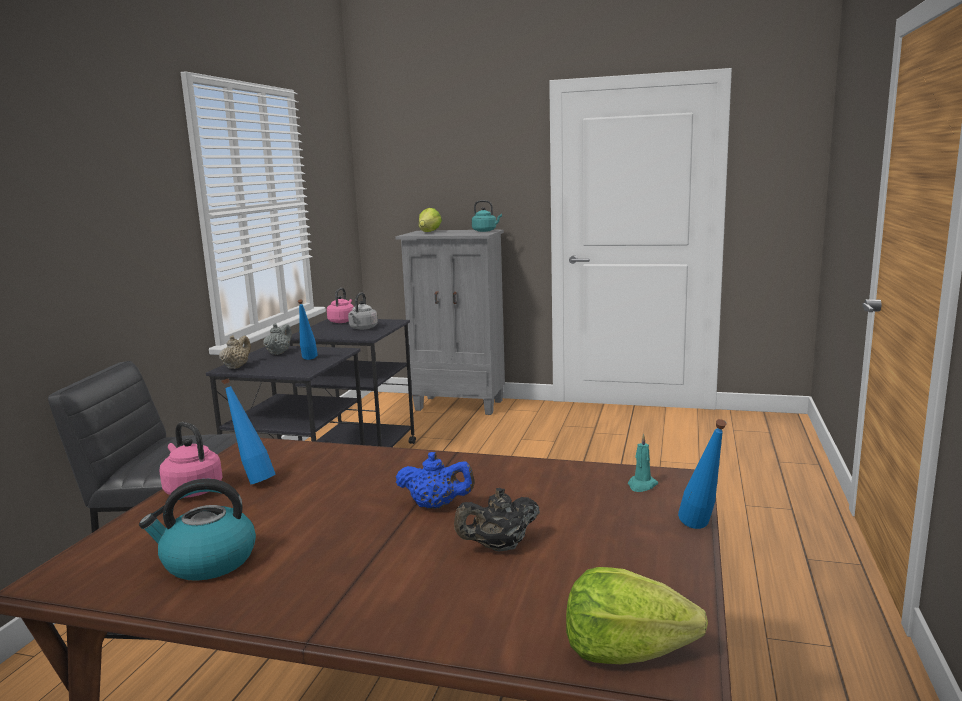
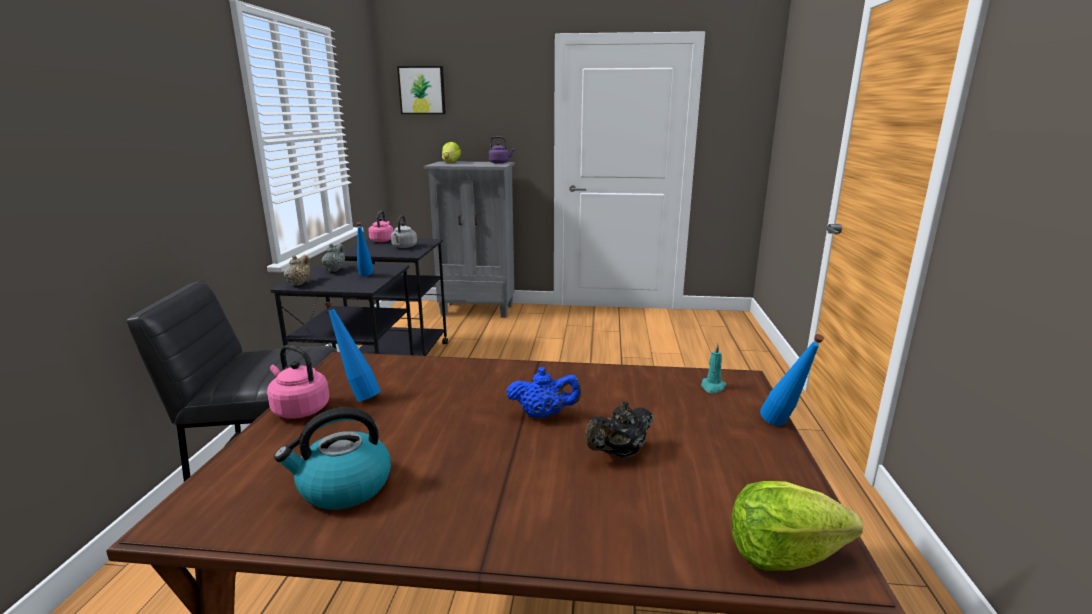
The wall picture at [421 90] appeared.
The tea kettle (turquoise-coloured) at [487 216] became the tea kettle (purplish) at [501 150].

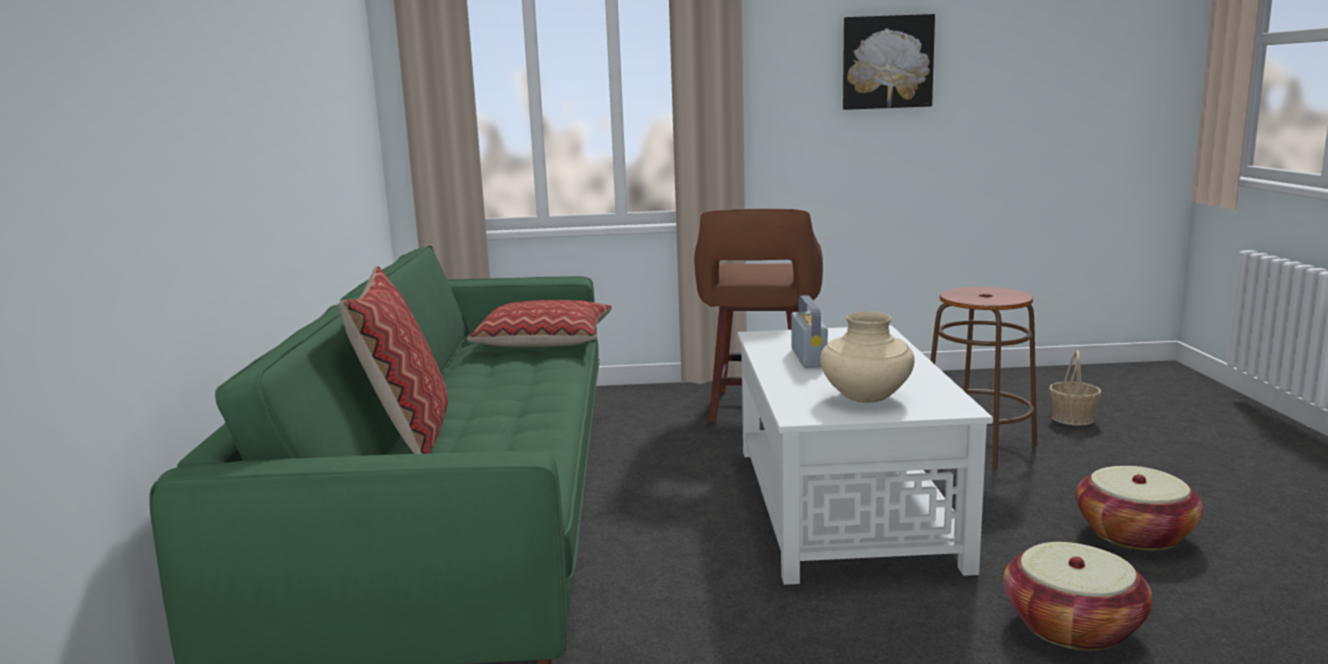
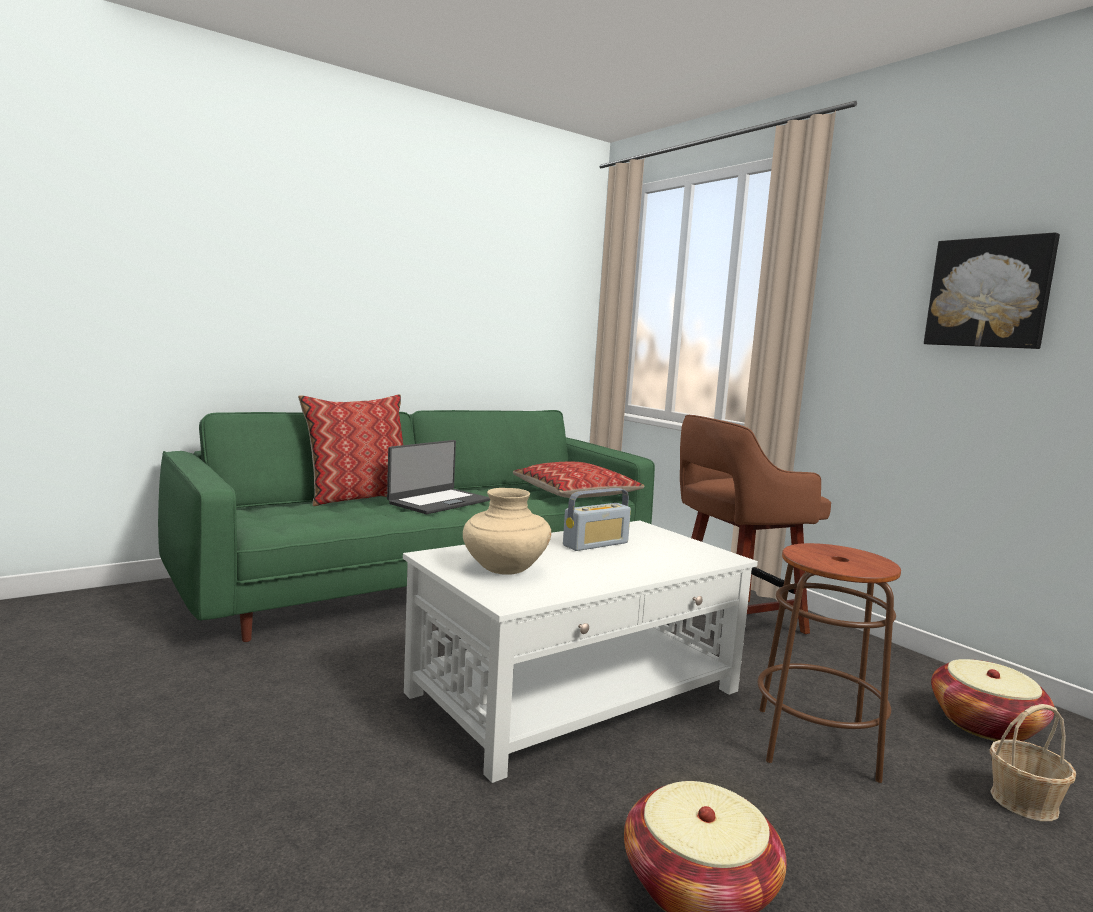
The notebook computer at [438 477] appeared.
The household basket moved from [1078 596] to [992 700].

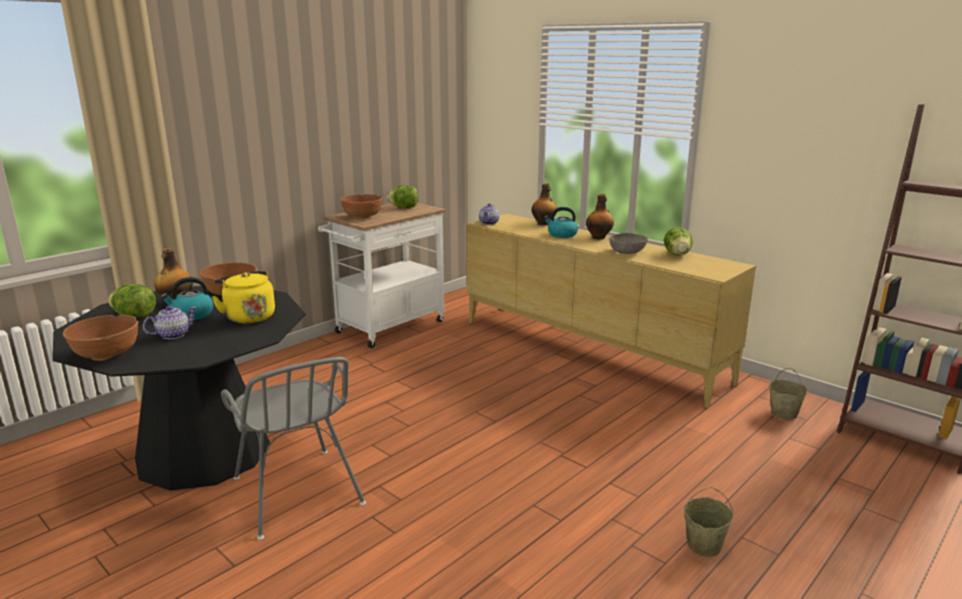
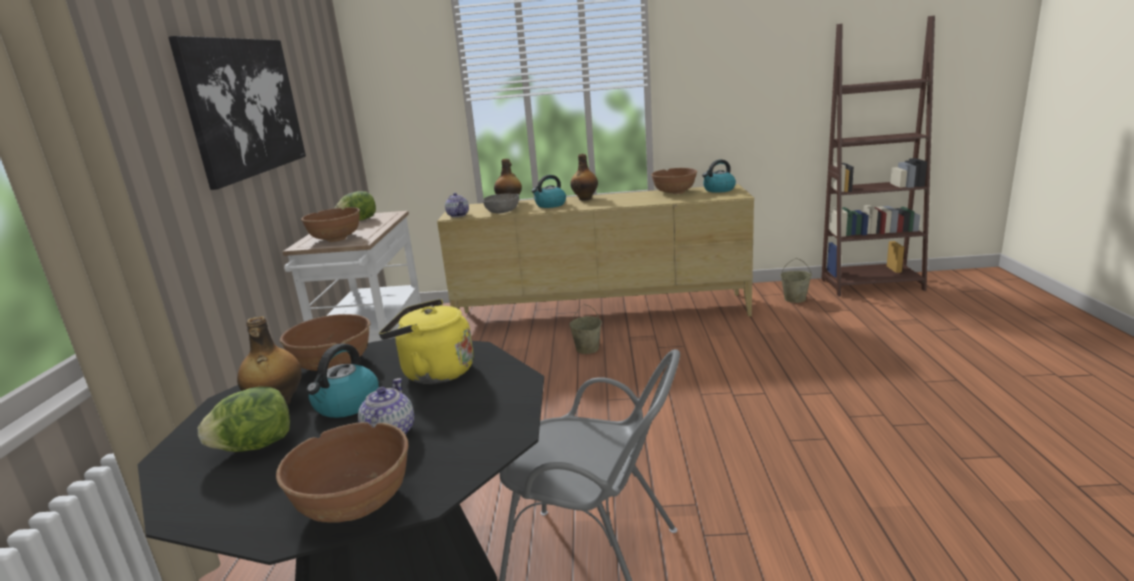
The wall picture at [237 113] appeared.
The serving bowl (grey) moved from [628 243] to [501 203].
The pail (sand-coloured) moved from [708 522] to [585 329].
The head of lettuce at [678 241] was replaced by the serving bowl (brownish) at [674 181].
The tea kettle at [719 176] appeared.

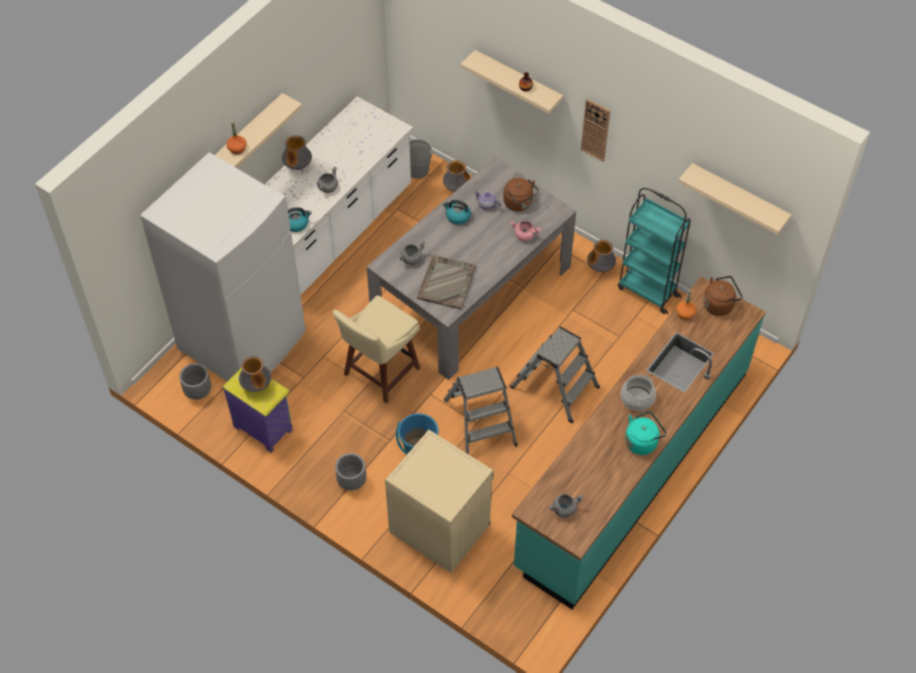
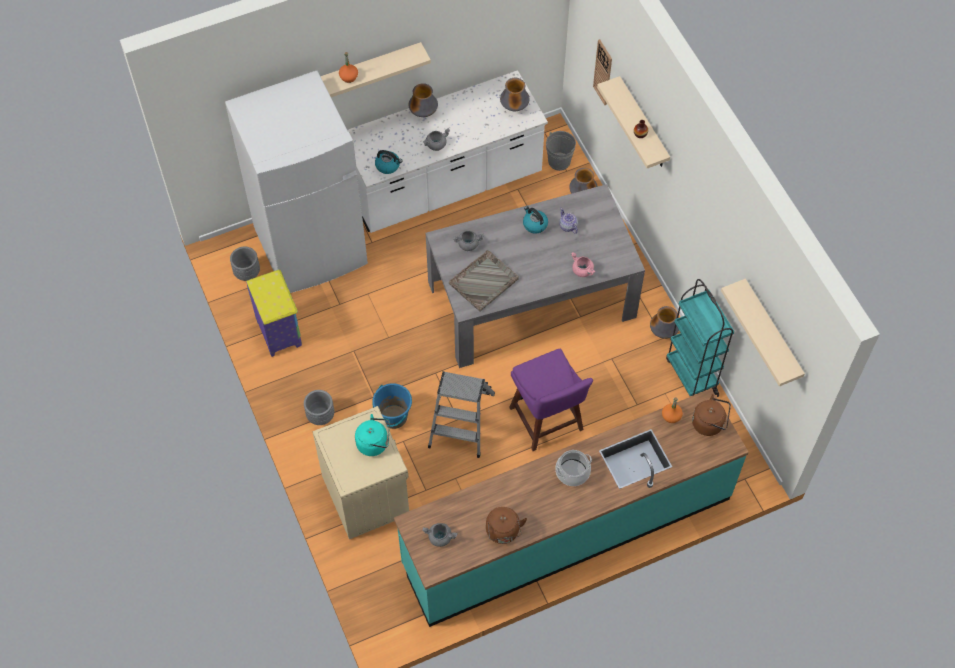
The tea kettle (turquoise-coloured) moved from [646 433] to [372 435].
The tea kettle (brownish) moved from [521 194] to [506 525].
The decorative vase moved from [255 374] to [515 94].
The step stool (grey) at [555 374] was replaced by the sitting stool (purplish) at [551 400].
The clock on the wall moved from [595 130] to [602 72].
The sitting stool (sand-coloured) at [376 349] disappeared.

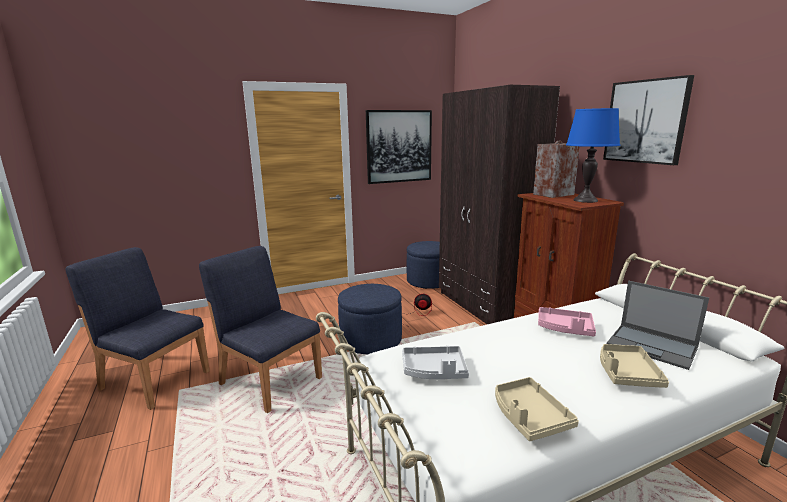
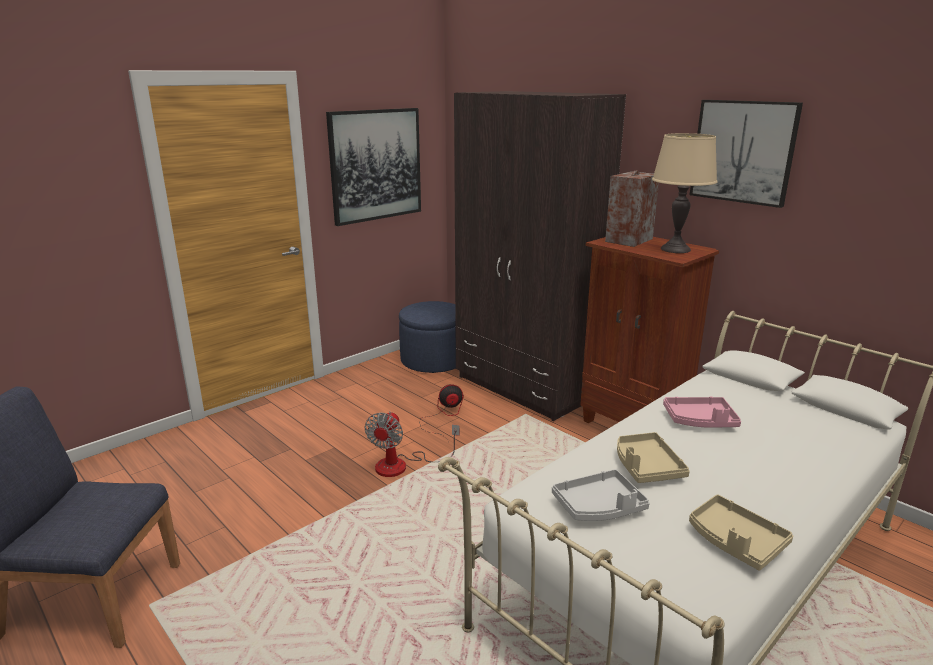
The footrest (blue-coloured) at [370 319] was replaced by the fan at [412 444].
The tray (sand-coloured) moved from [634 366] to [653 457].
The lamp for a table (blue-coloured) at [593 155] became the lamp for a table (sand-coloured) at [685 193].
The chair (blue-coloured) at [260 329] disappeared.
The notebook computer at [658 325] disappeared.

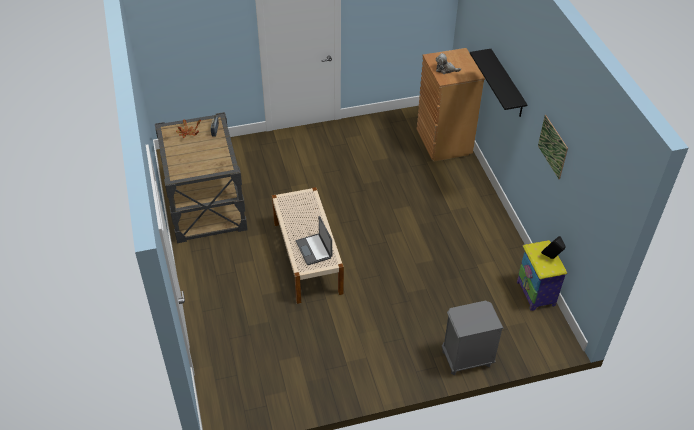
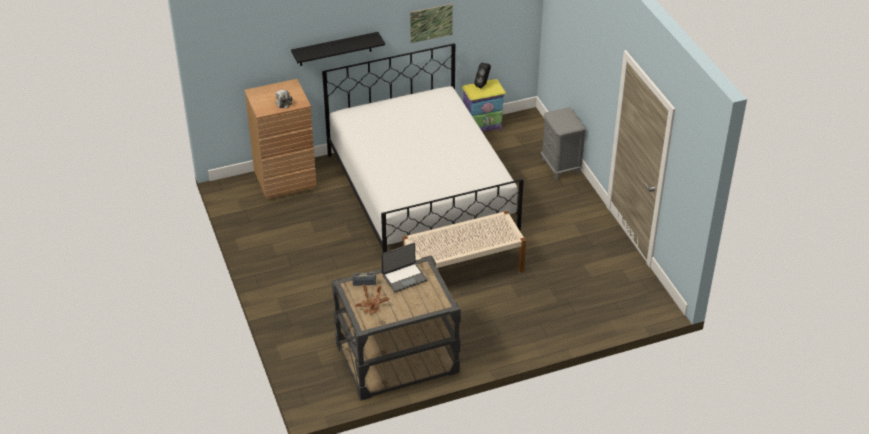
The bed (white-coloured) at [423 148] appeared.
The notebook computer moved from [314 240] to [404 268].

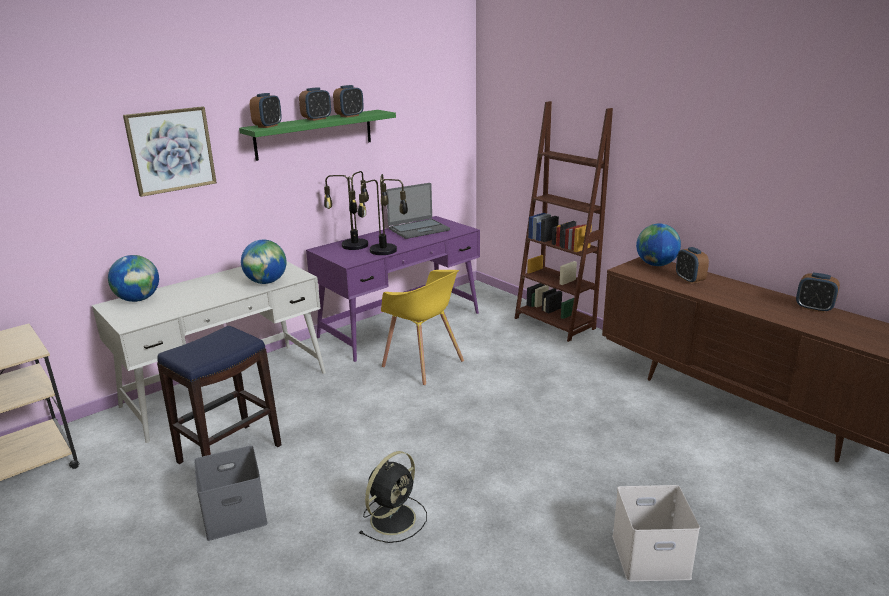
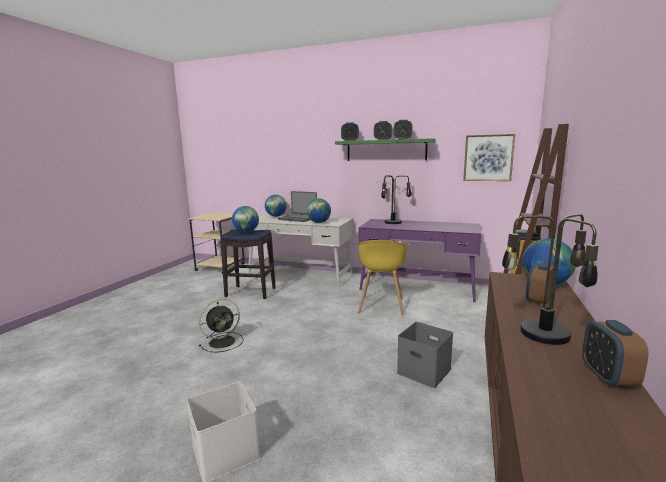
The fan (black) at [393 497] turned 45 degrees counterclockwise.
The globe at [245 219] appeared.
The notebook computer moved from [418 211] to [297 206].
The storage bin (grey) moved from [231 493] to [425 355].
The wall picture moved from [170 151] to [489 157].
The lamp for a table moved from [383 214] to [550 279].

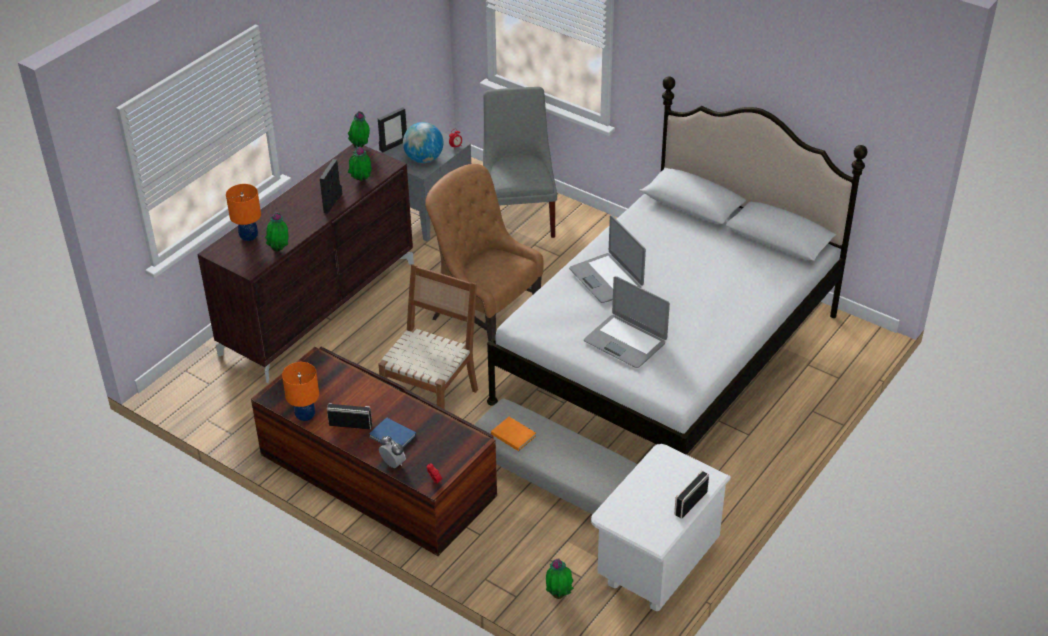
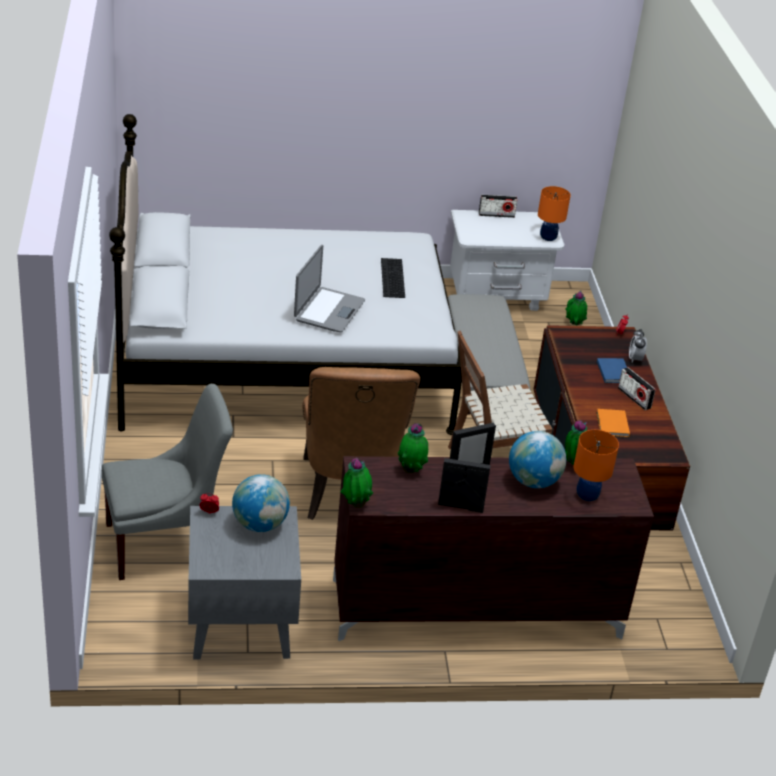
The chair (grey) at [520 162] turned 150 degrees counterclockwise.
The notebook computer at [627 322] was replaced by the PC keyboard at [393 278].
The photo frame moved from [392 129] to [464 485].
The globe at [537 459] appeared.
The lamp for a table (orangey) moved from [300 391] to [554 213].
The book (orangey) moved from [513 434] to [613 423].

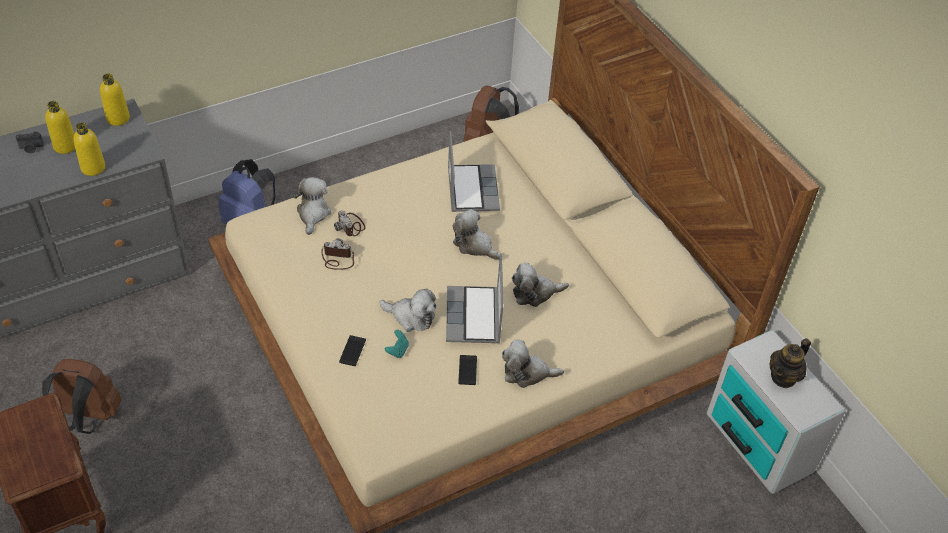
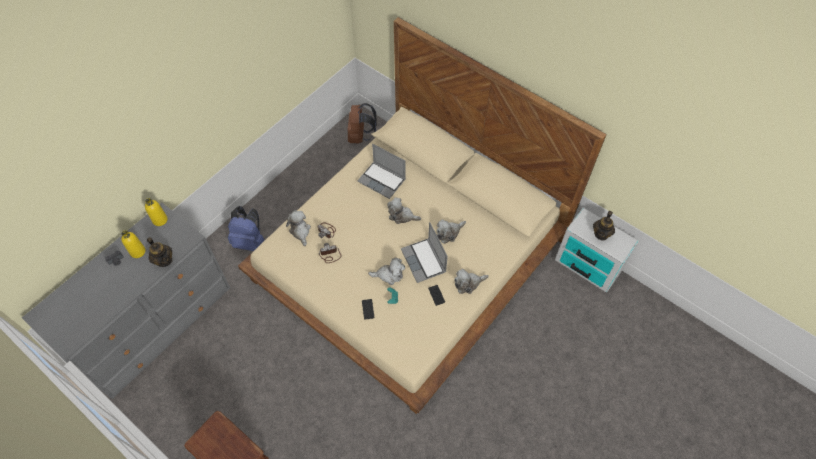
The beverage bottle (yellowish) at [89 149] was replaced by the tea pot at [160 252].
The notebook computer at [474 171] turned 150 degrees clockwise.
The knapsack (brownish) at [82 396] disappeared.

